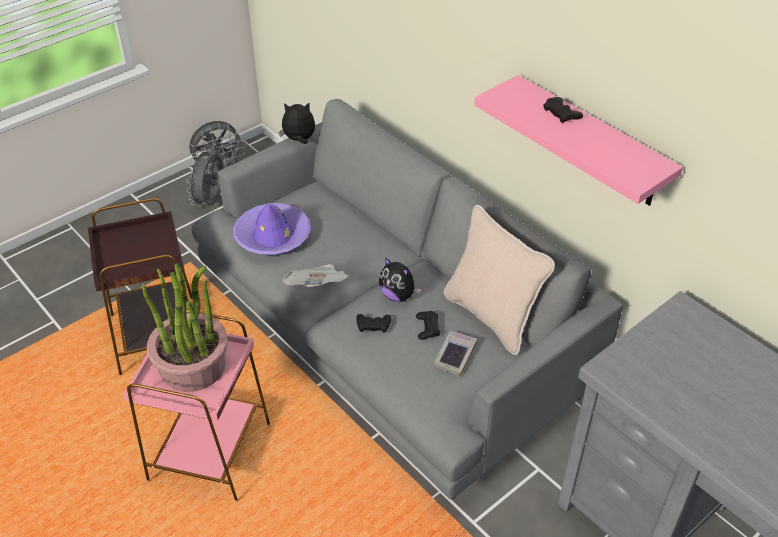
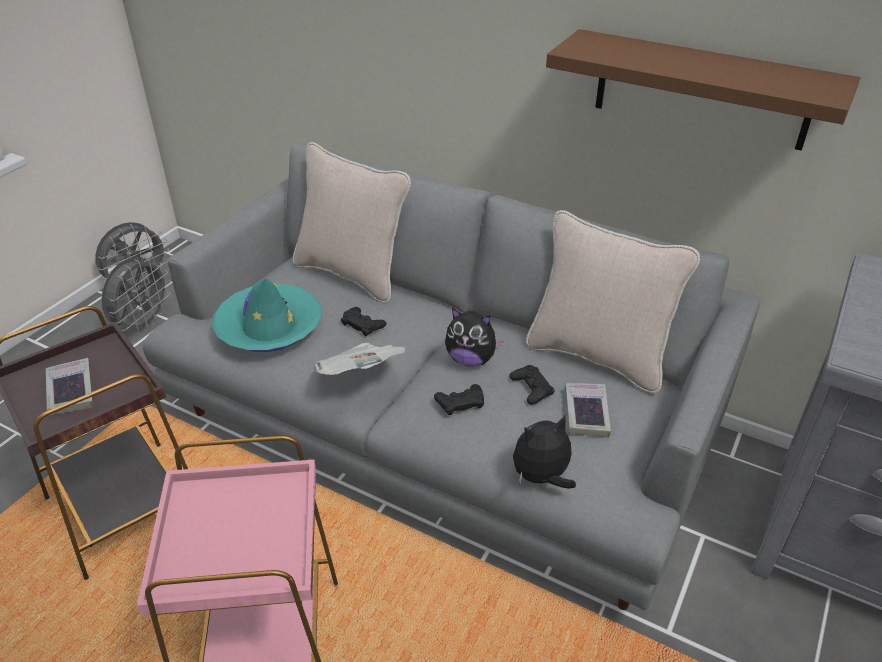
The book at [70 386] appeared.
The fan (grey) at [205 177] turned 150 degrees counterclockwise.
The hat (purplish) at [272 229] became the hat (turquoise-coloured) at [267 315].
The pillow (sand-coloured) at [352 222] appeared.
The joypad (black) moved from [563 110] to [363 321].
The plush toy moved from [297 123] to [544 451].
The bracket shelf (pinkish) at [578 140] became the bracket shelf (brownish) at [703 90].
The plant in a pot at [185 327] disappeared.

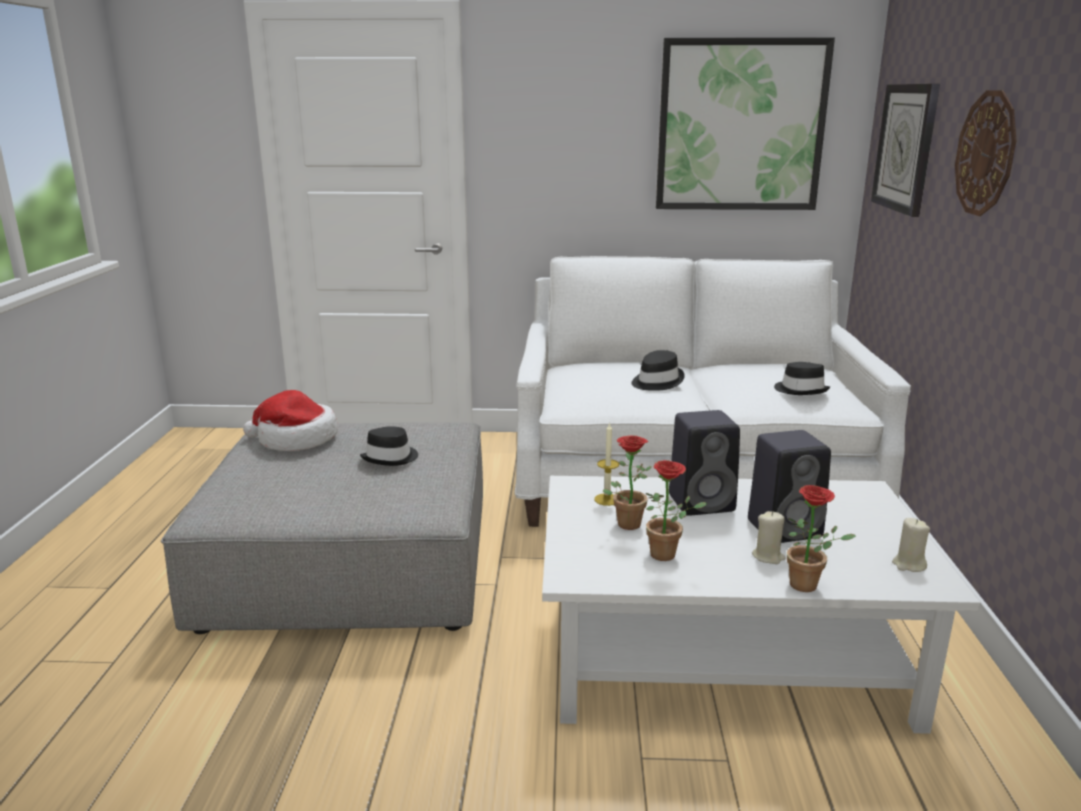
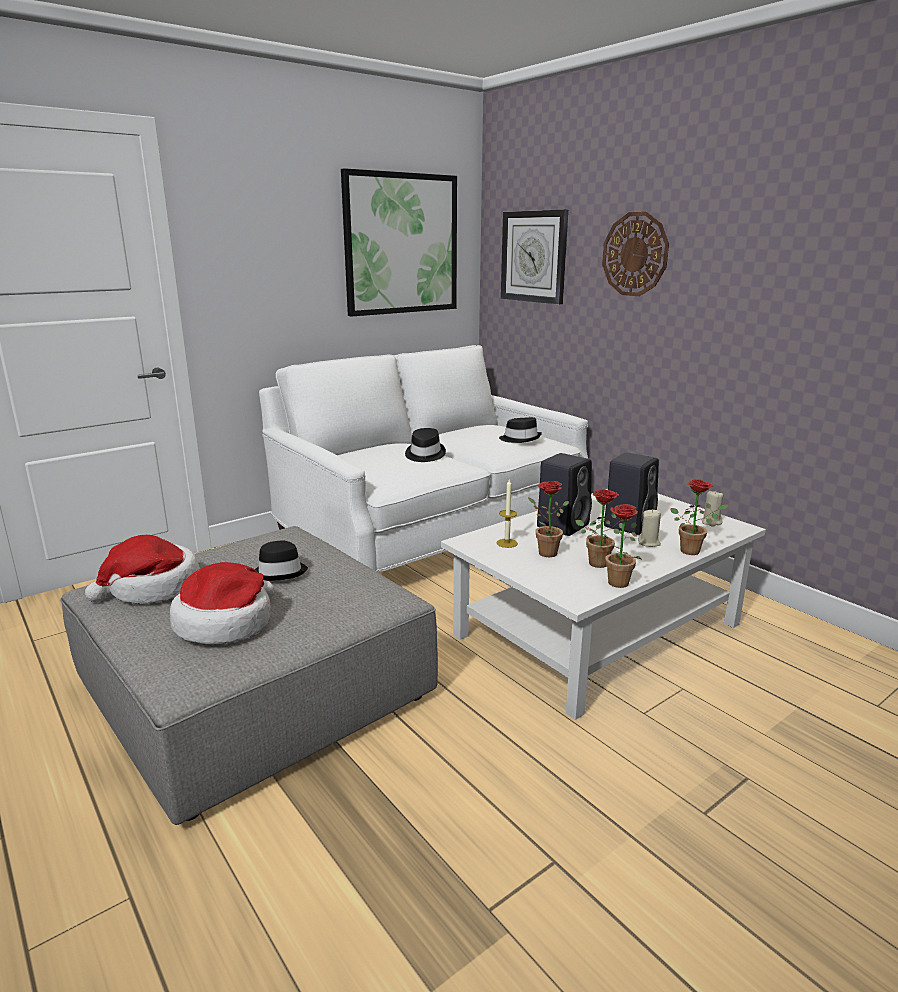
The hat at [222 603] appeared.
The plant in a pot at [614 546] appeared.

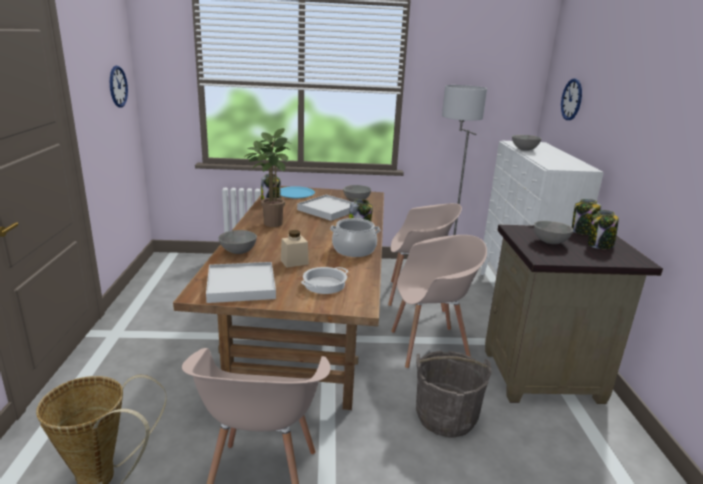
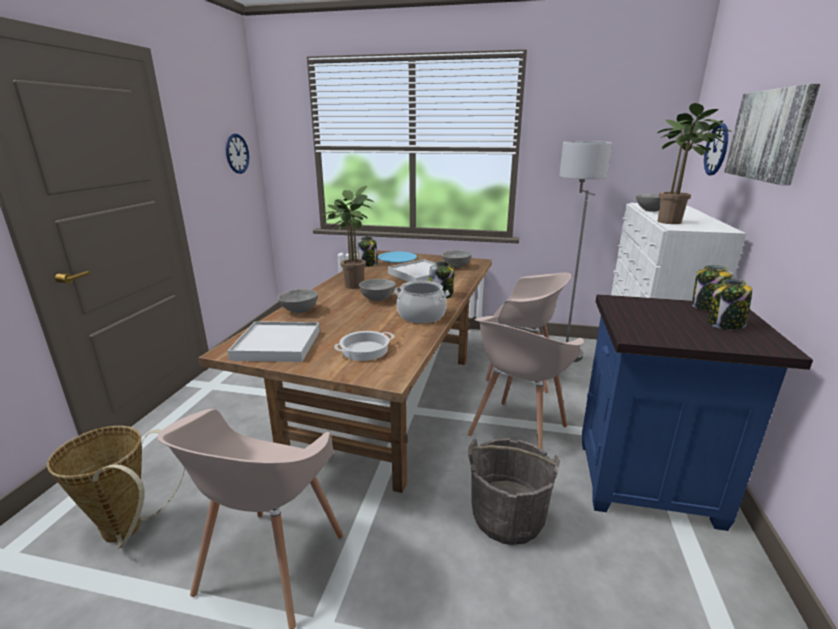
The serving bowl (grey) moved from [553 232] to [377 290].
The chair (sand-coloured) at [439 301] turned 120 degrees clockwise.
The cupboard (sand-coloured) at [574 314] became the cupboard (blue-coloured) at [697 412].
The plant in a pot at [695 163] appeared.
The wall picture at [772 134] appeared.
The preserve jar (sand-coloured) at [295 249] disappeared.

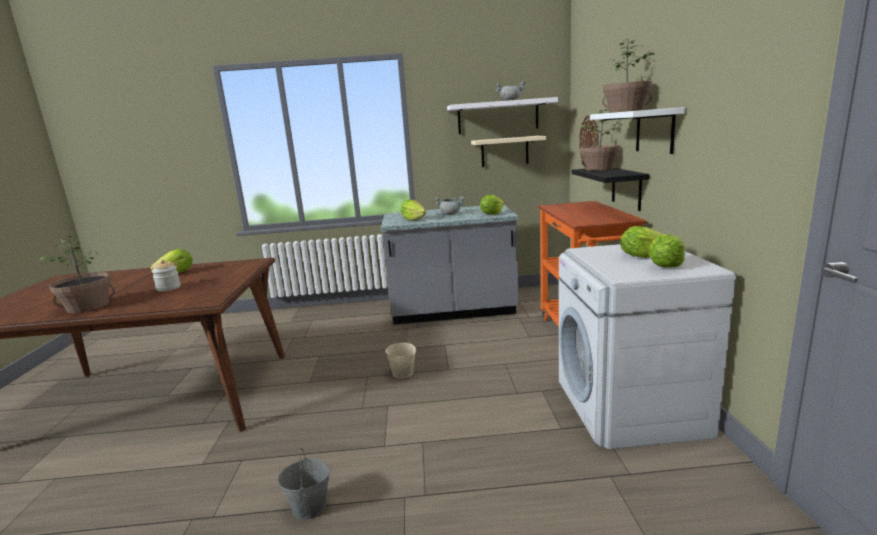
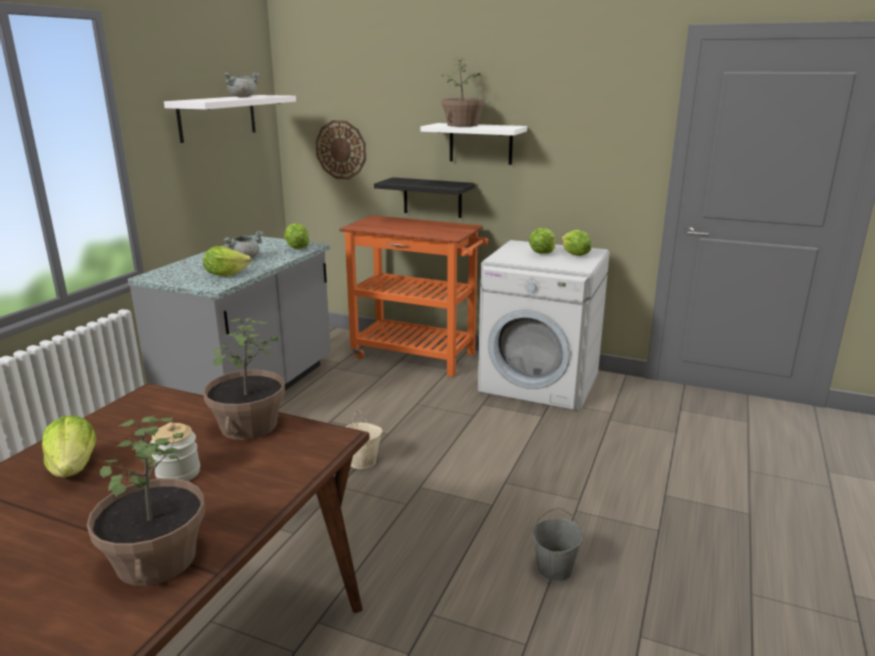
The plant in a pot moved from [601 140] to [244 379].
The bracket shelf (sand-coloured) at [508 151] disappeared.

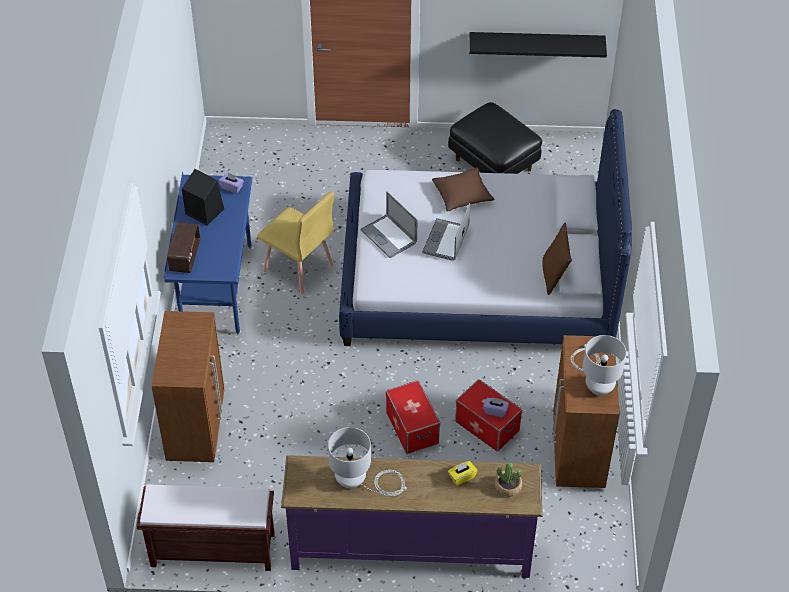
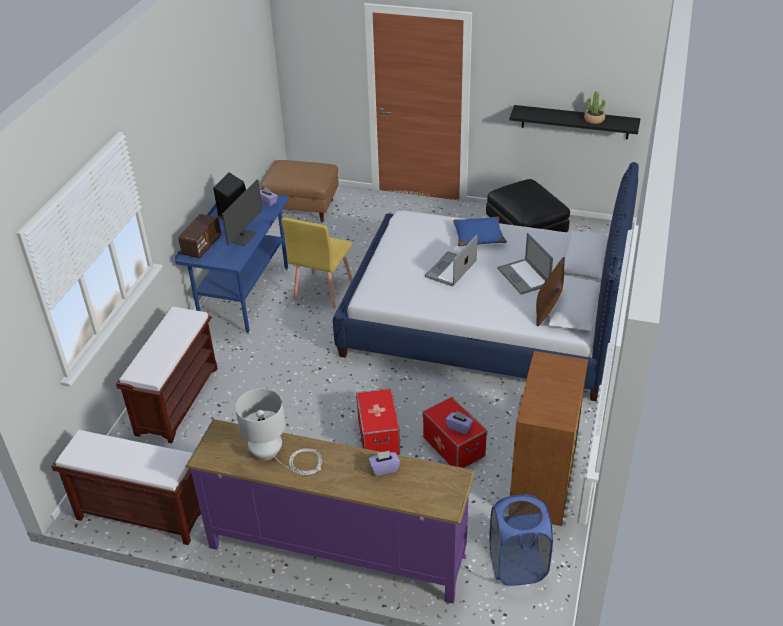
The cupboard (brownish) at [187 386] was replaced by the bench (brownish) at [167 375].
The monitor at [242 212] appeared.
The footrest (brownish) at [299 191] appeared.
The chair (yellowish) at [295 243] turned 60 degrees clockwise.
The tissue holder (yellowish) at [463 473] became the tissue holder (purplish) at [384 463].
The pillow (brownish) at [463 189] became the pillow (blue-coloured) at [480 231].
The laundry basket (blue-coloured) at [521 540] appeared.
The notebook computer moved from [389 225] to [525 263].
The plant in a pot moved from [508 479] to [595 107].
The lamp for a table (white-coloured) at [598 365] disappeared.

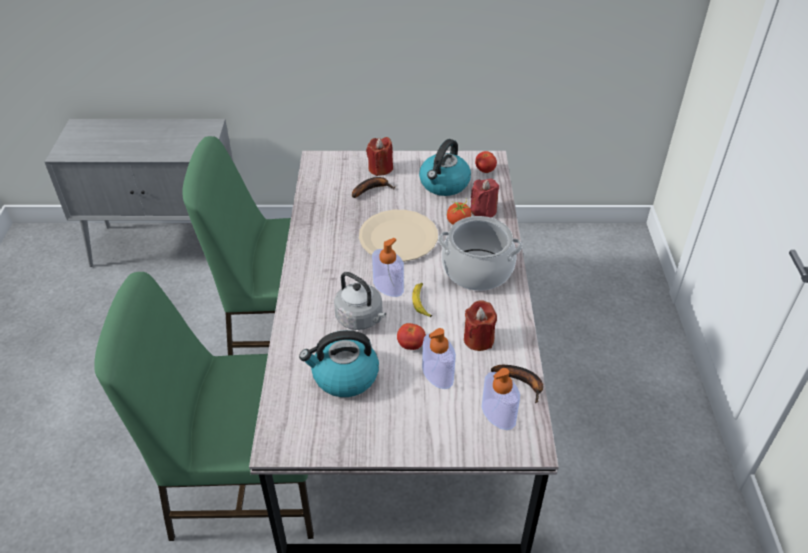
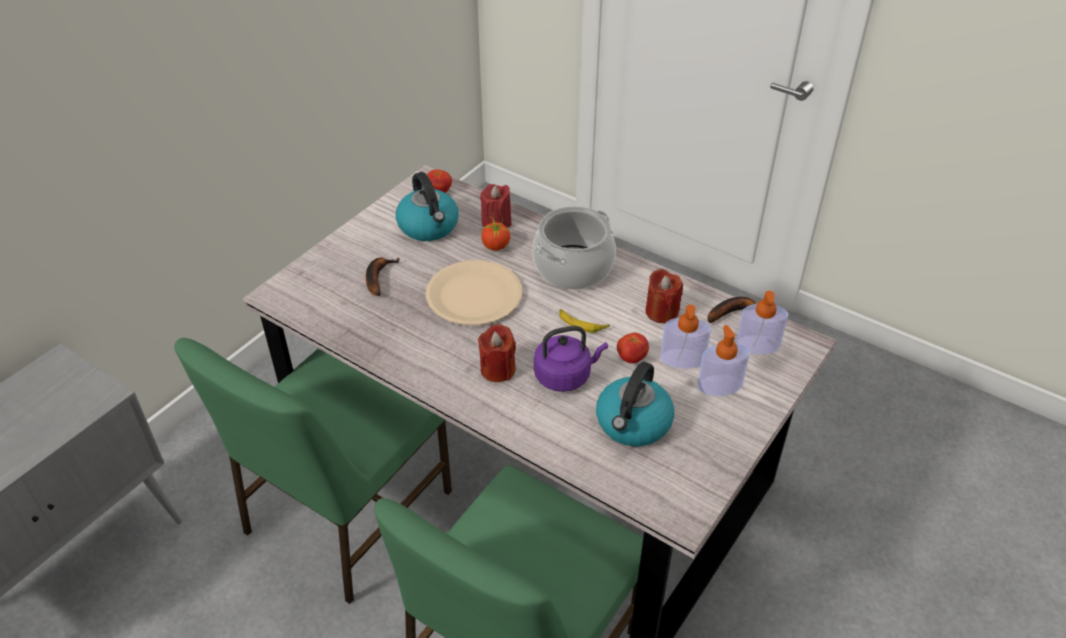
The candle (reddish) moved from [379 156] to [497 353].
The tea kettle (grey) at [360 301] became the tea kettle (purplish) at [571 359].
The liquid soap bottle moved from [388 267] to [723 360].

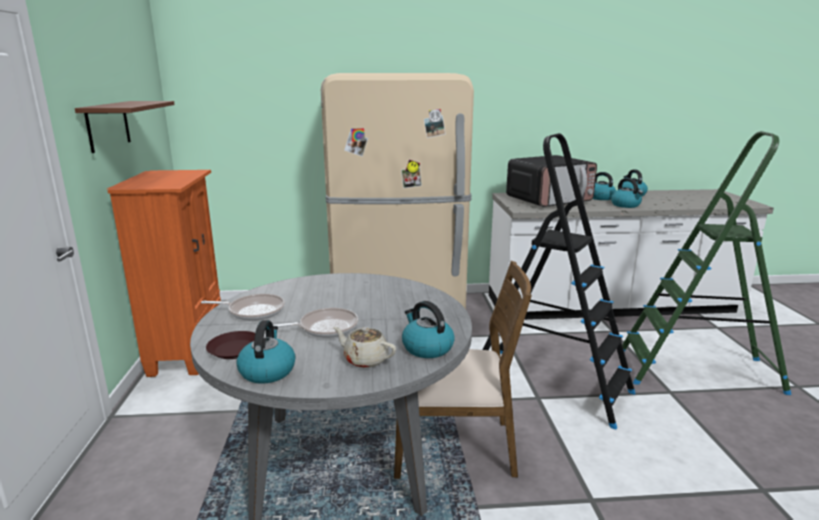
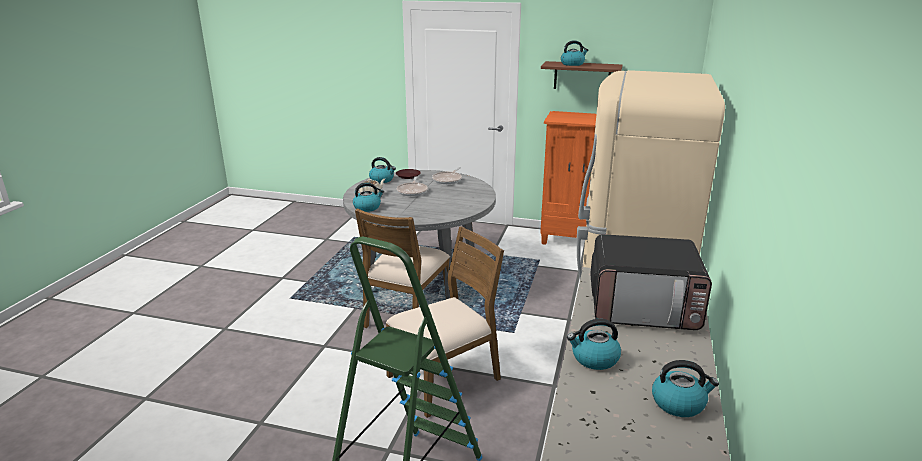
The step stool (black) at [559 281] was replaced by the chair (brownish) at [445 322].
The tea kettle moved from [604 186] to [574 53].
The microwave oven at [551 181] turned 75 degrees counterclockwise.

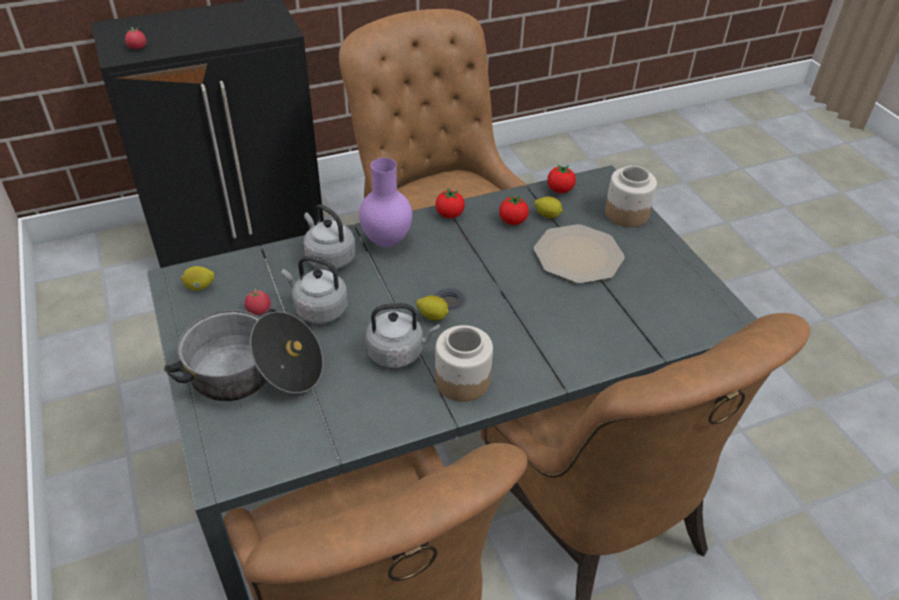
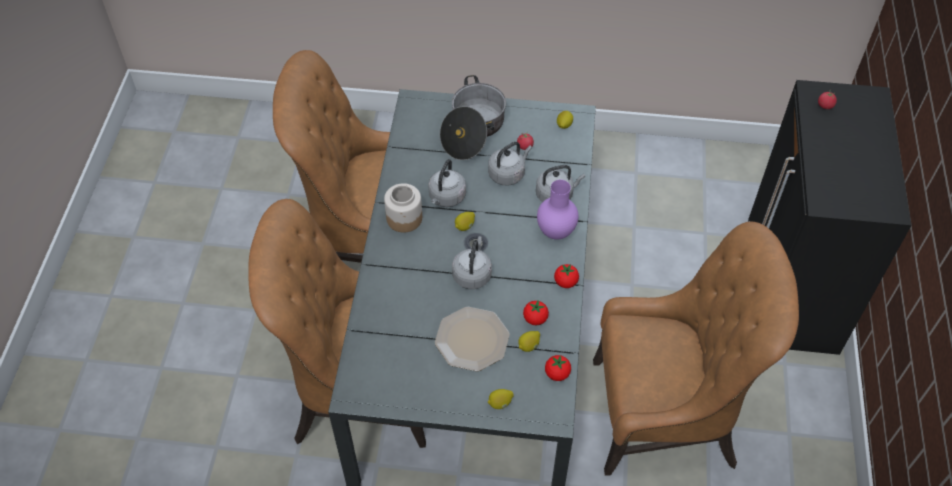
The tea kettle (grey) at [472 262] appeared.
The preserve jar at [631 196] was replaced by the lemon at [501 399].

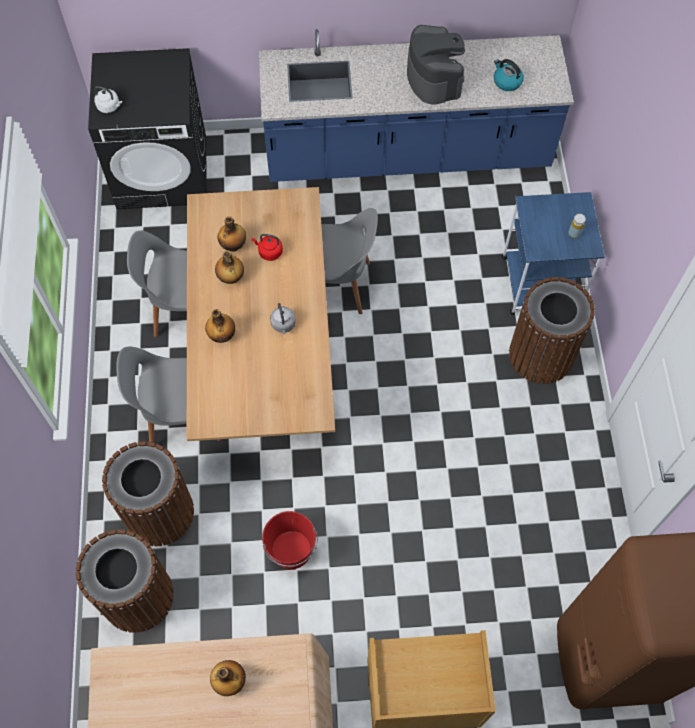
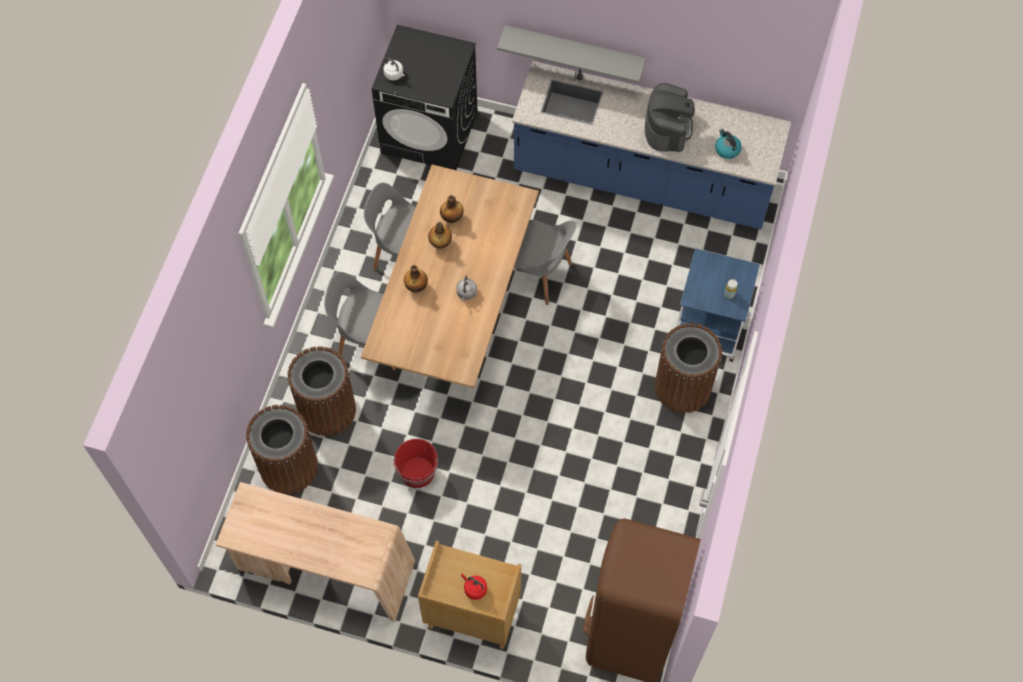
The tea kettle (reddish) moved from [267 247] to [474 587].
The bracket shelf (grey) at [571 54] appeared.
The beverage bottle at [228 678] disappeared.

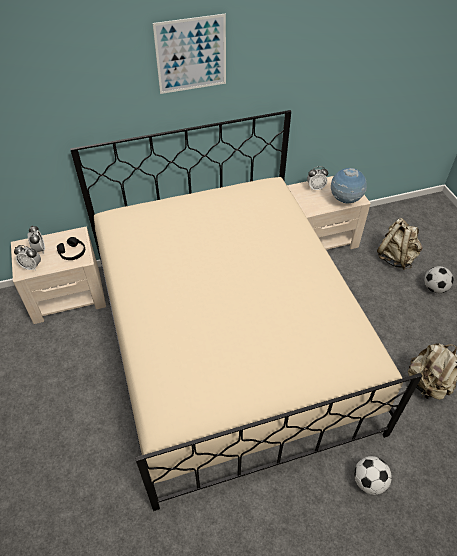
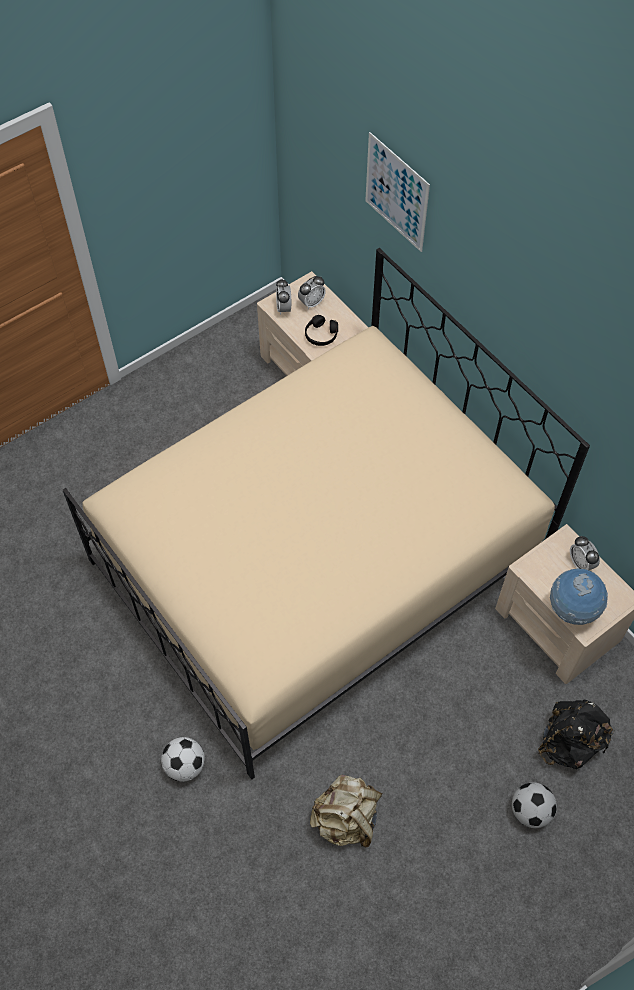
The wall picture moved from [189 54] to [397 192].
The knapsack (sand-coloured) at [400 244] became the knapsack (black) at [576 734].

